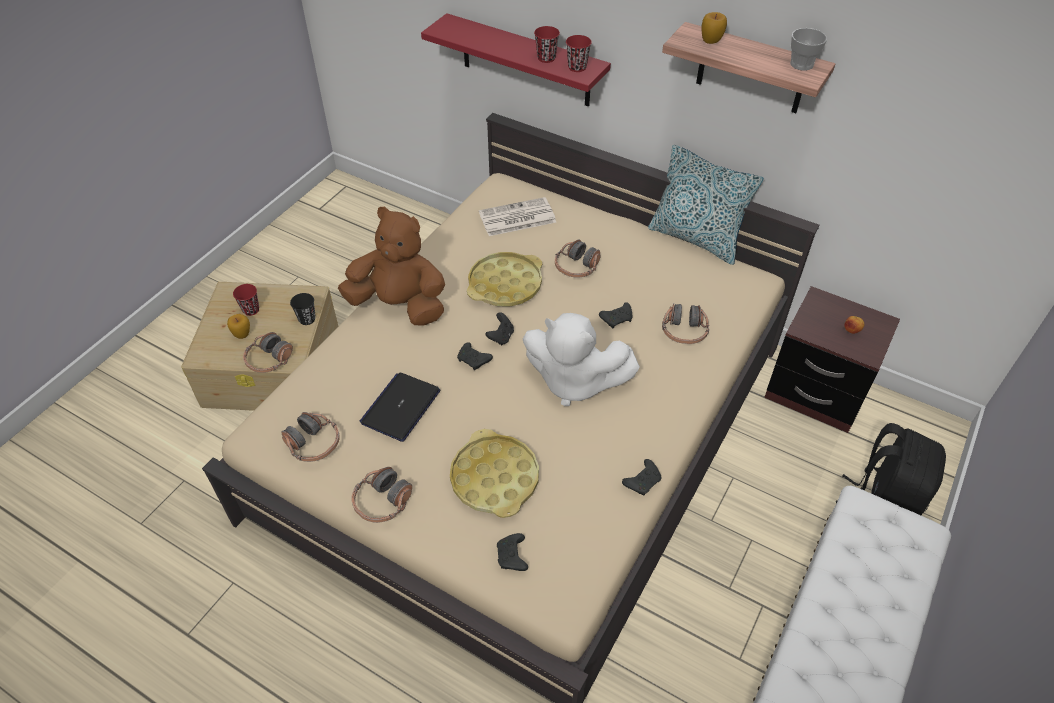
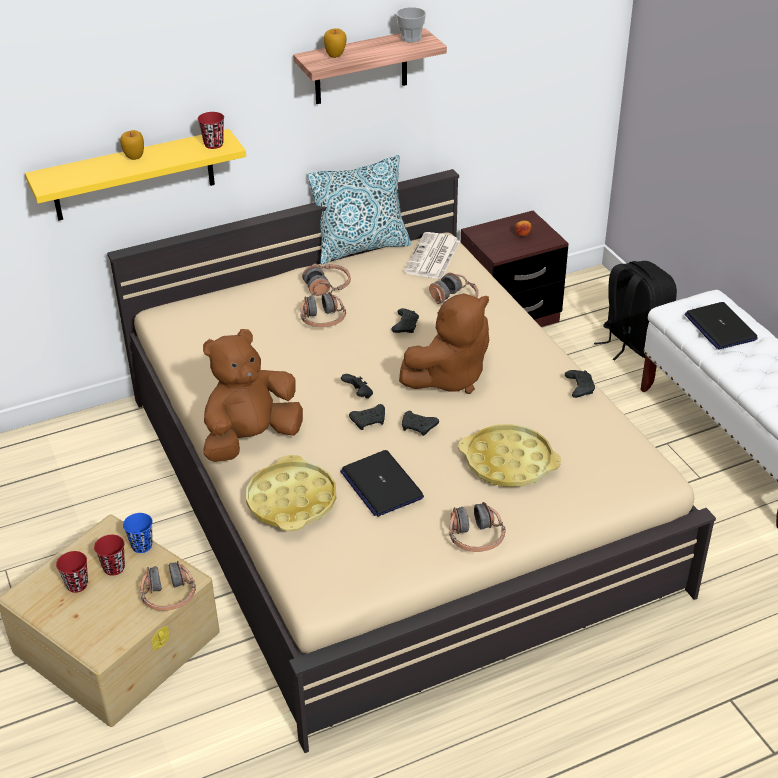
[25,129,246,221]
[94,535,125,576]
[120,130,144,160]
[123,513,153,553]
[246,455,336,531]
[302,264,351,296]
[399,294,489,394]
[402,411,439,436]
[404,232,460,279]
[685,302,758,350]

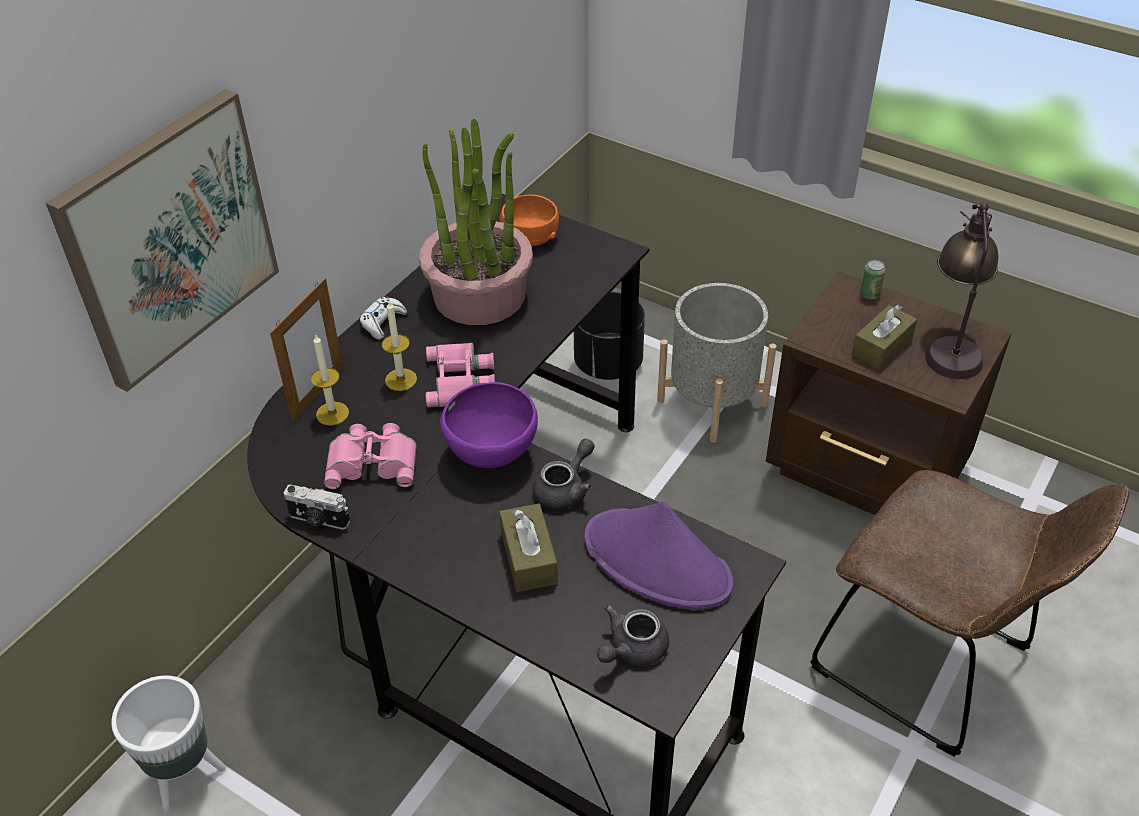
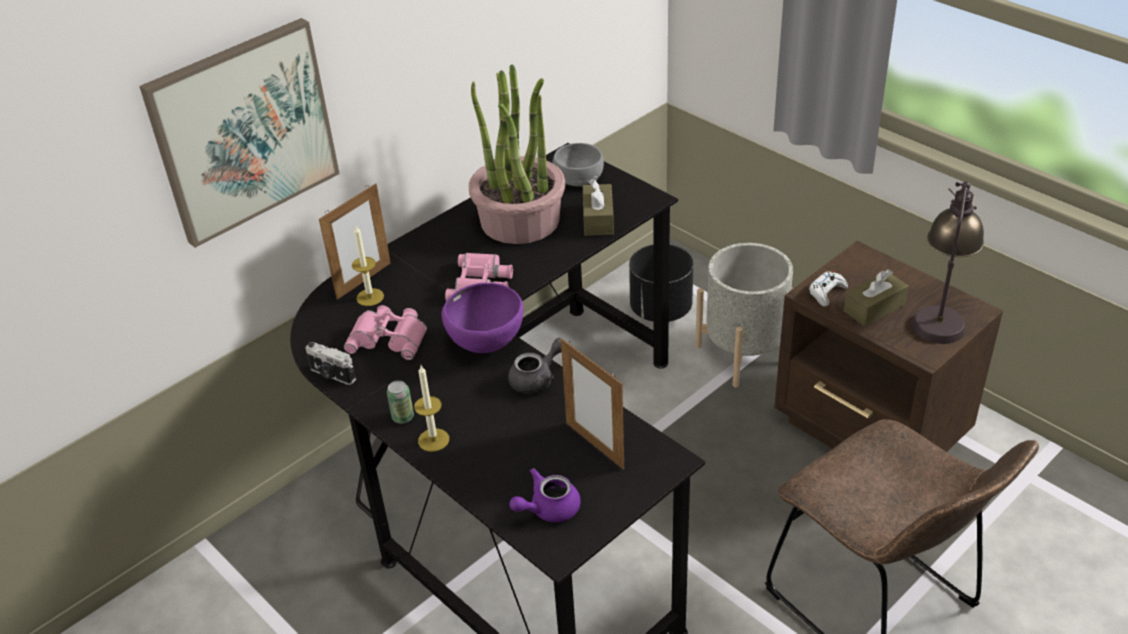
[387,380,414,423]
[414,366,449,452]
[510,468,581,522]
[553,143,604,187]
[561,338,624,469]
[583,179,614,236]
[808,271,848,307]
[111,675,226,812] (first image)

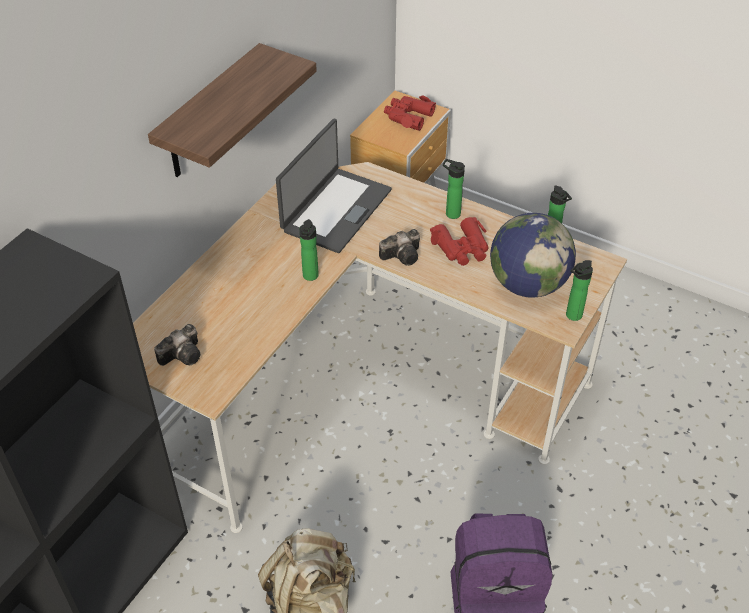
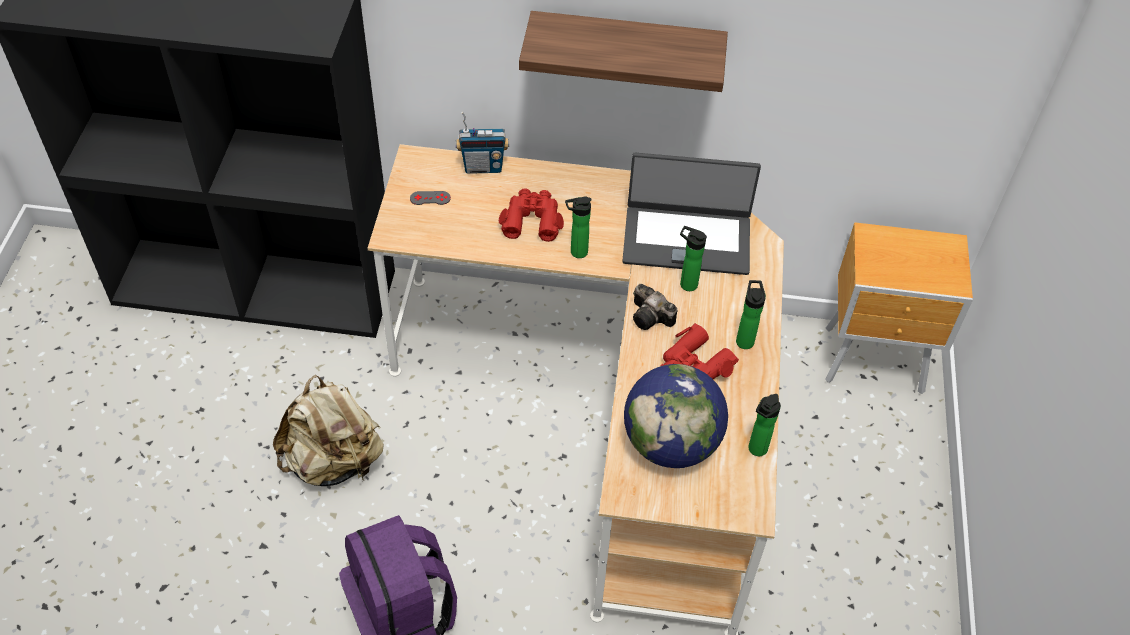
[410,191,451,205]
[456,112,509,174]
[499,188,564,242]
[680,226,707,291]

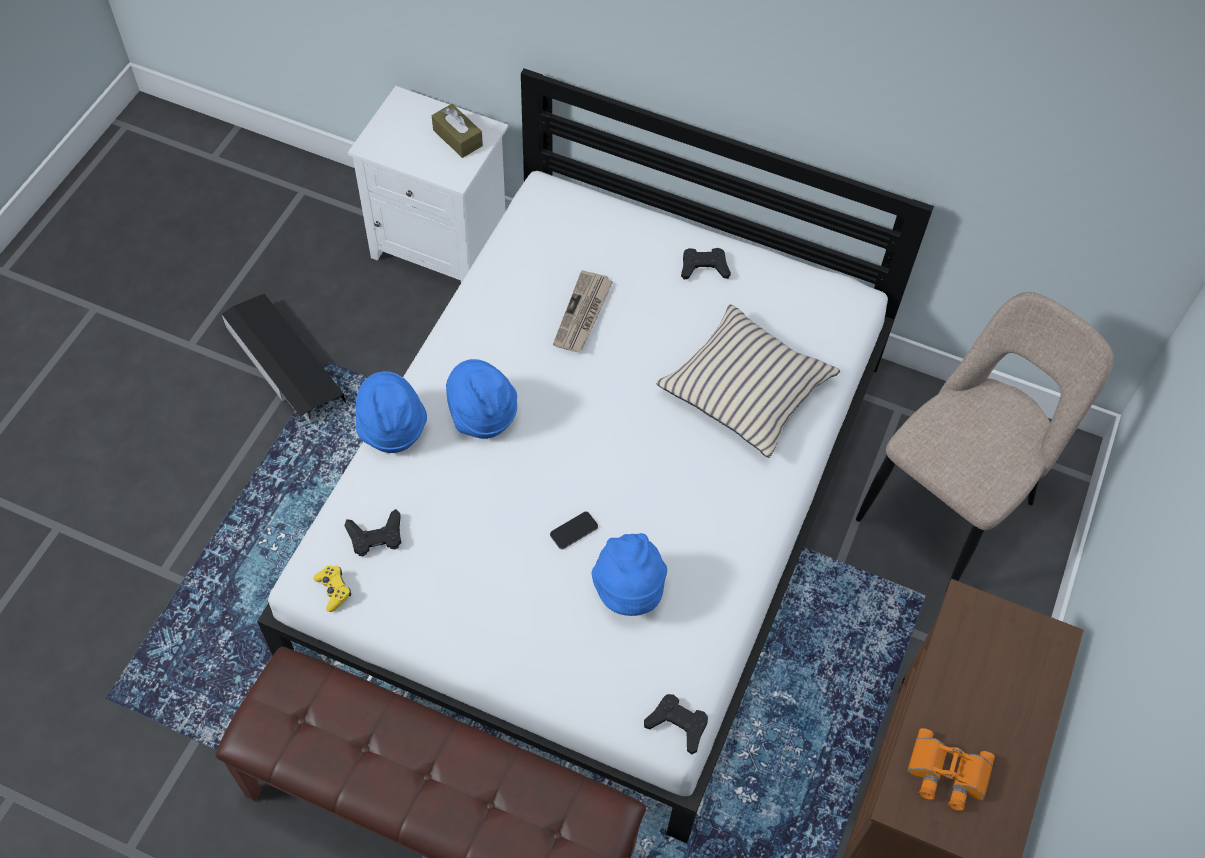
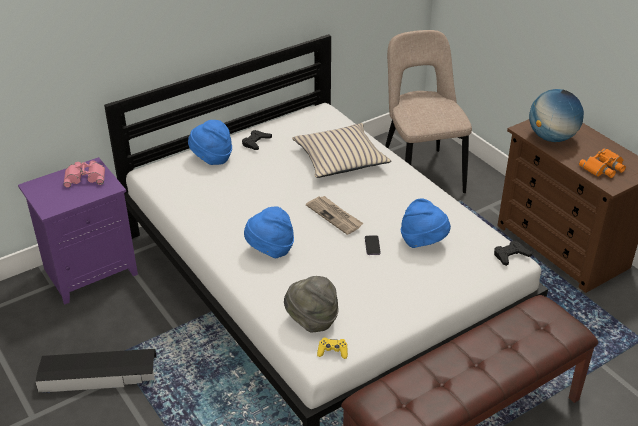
[18,157,138,305]
[64,161,105,188]
[188,120,232,165]
[284,276,338,332]
[306,196,363,235]
[529,89,584,142]

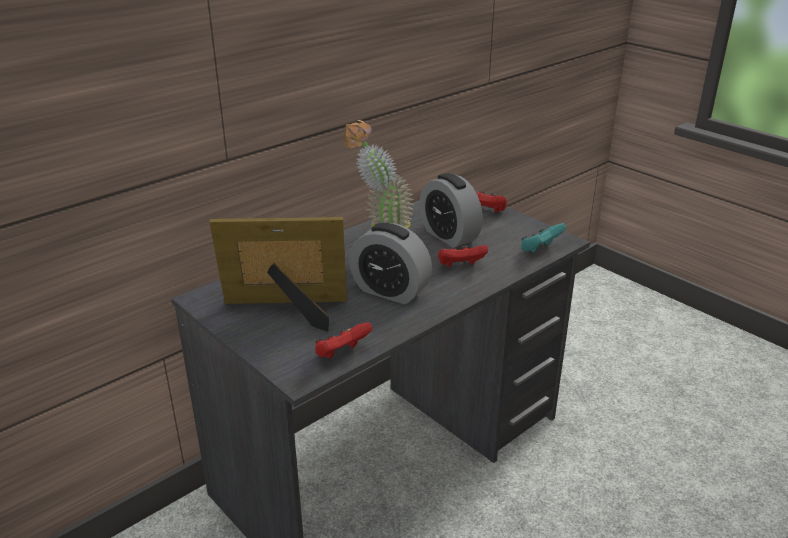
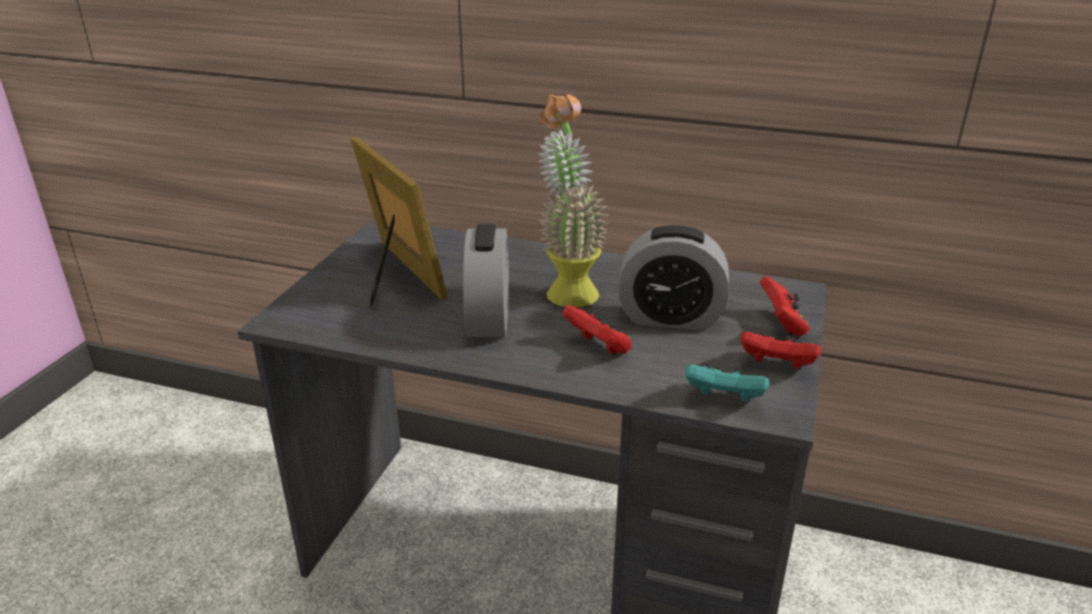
[618,225,729,331]
[741,331,821,369]

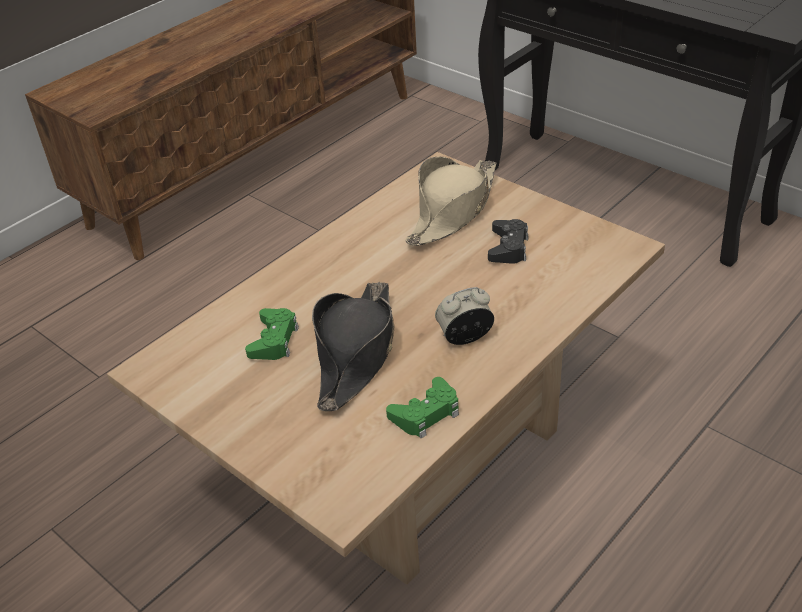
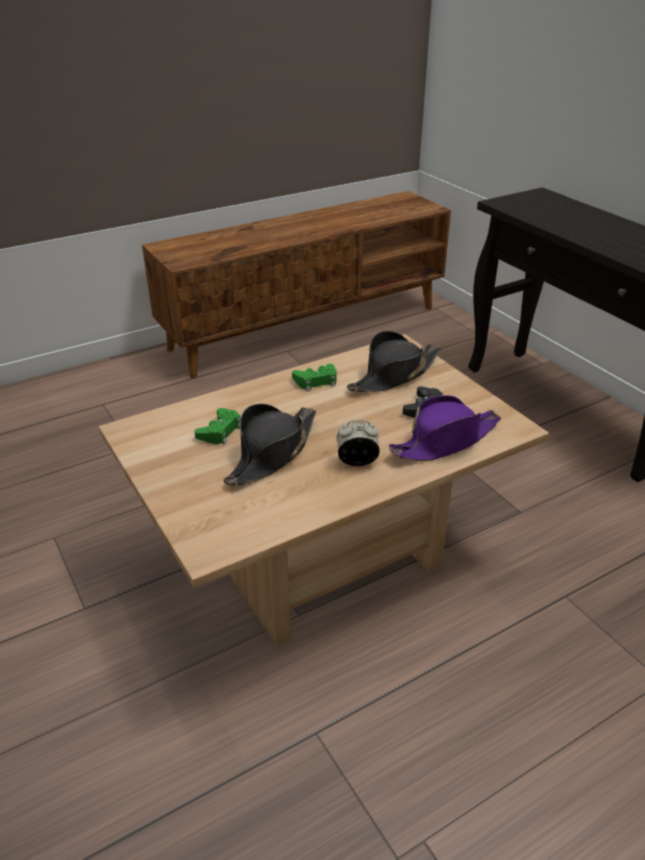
[292,364,337,391]
[347,331,441,392]
[389,395,501,461]

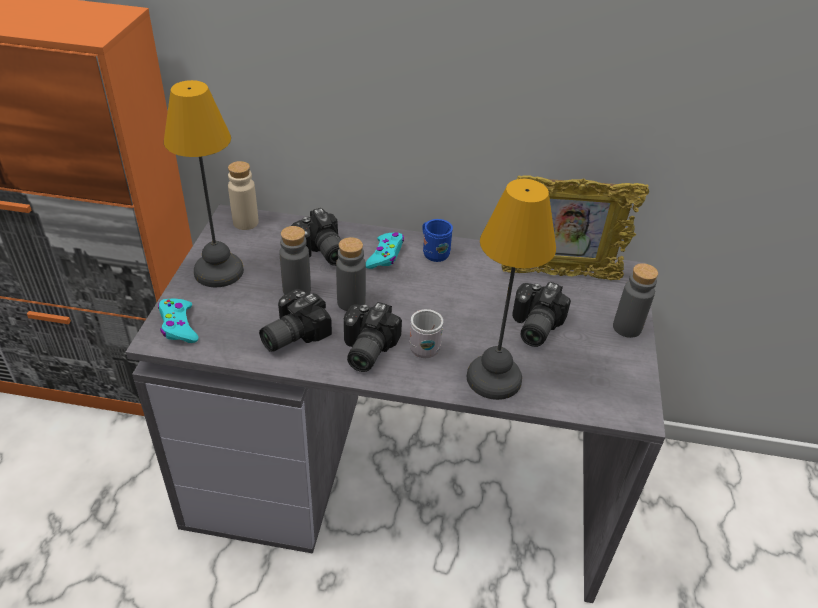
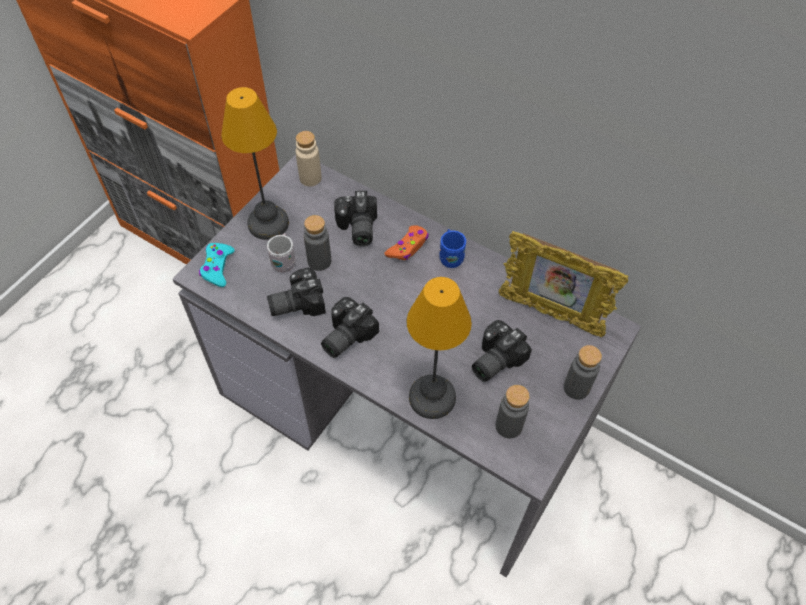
[267,233,295,272]
[385,225,429,260]
[496,385,530,438]

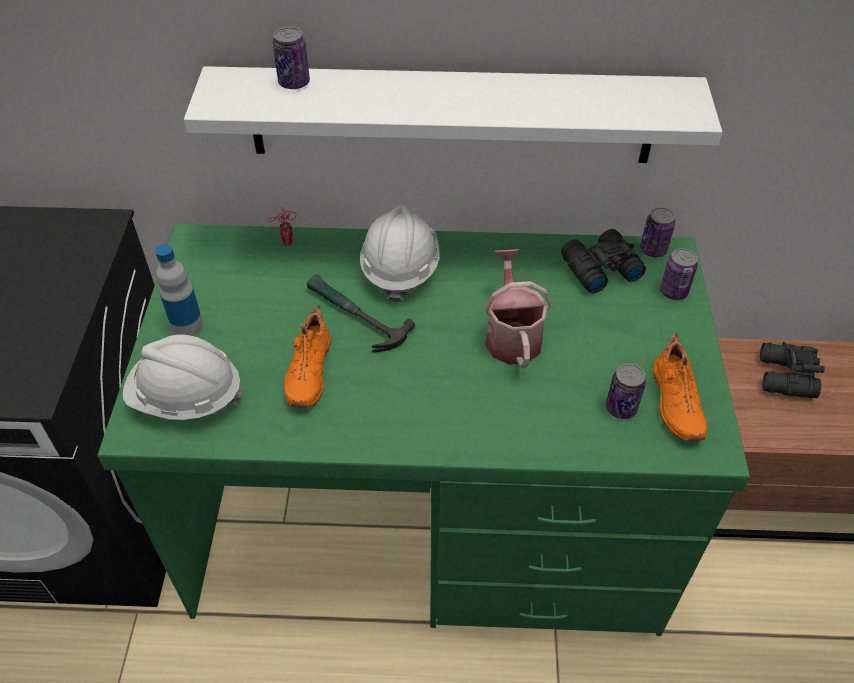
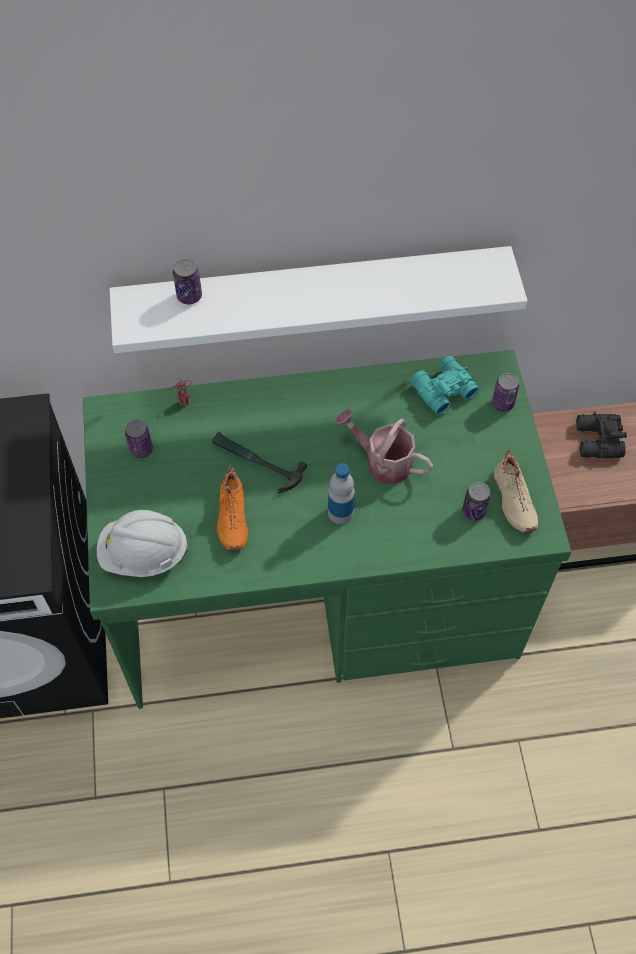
[125,420,153,458]
[328,463,355,524]
[335,409,433,485]
[410,356,479,415]
[494,449,538,533]
[360,205,440,303] (first image)

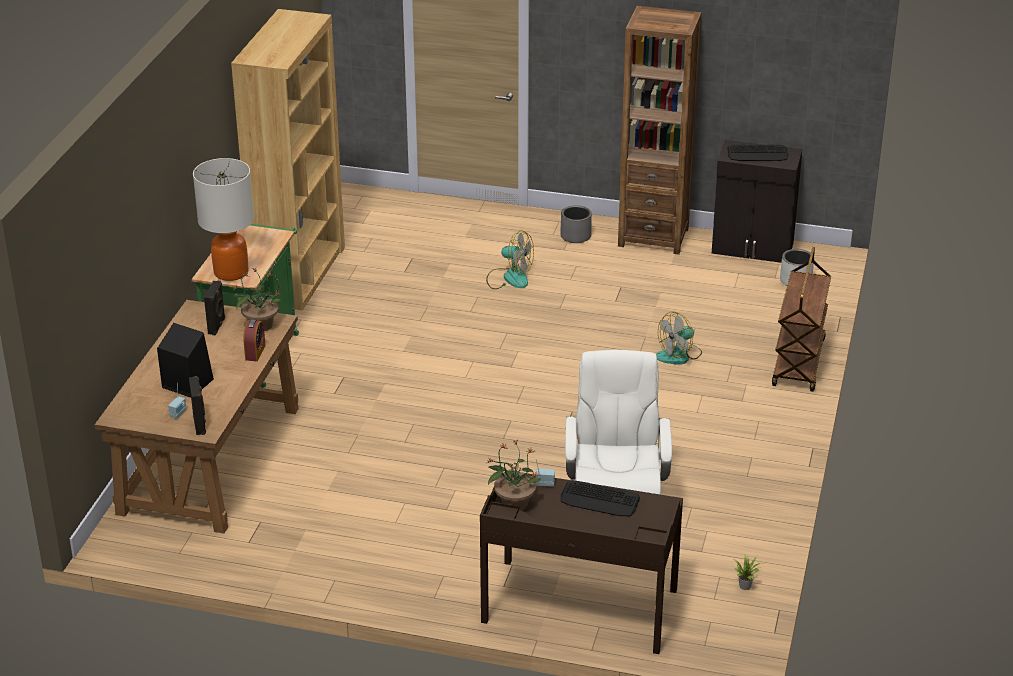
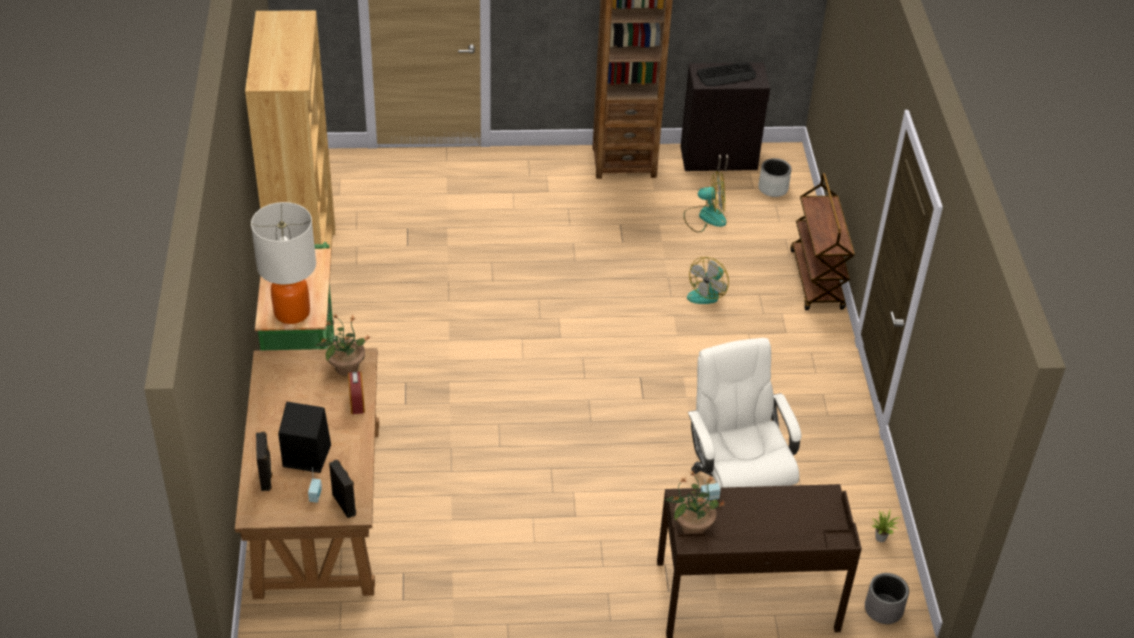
[256,432,272,491]
[684,171,727,233]
[865,573,909,624]
[561,480,640,516] (first image)

